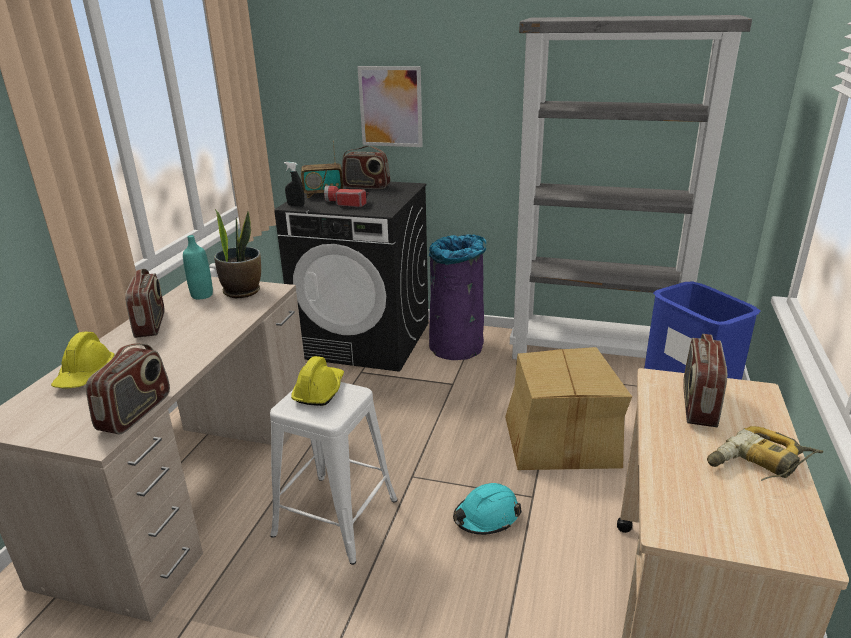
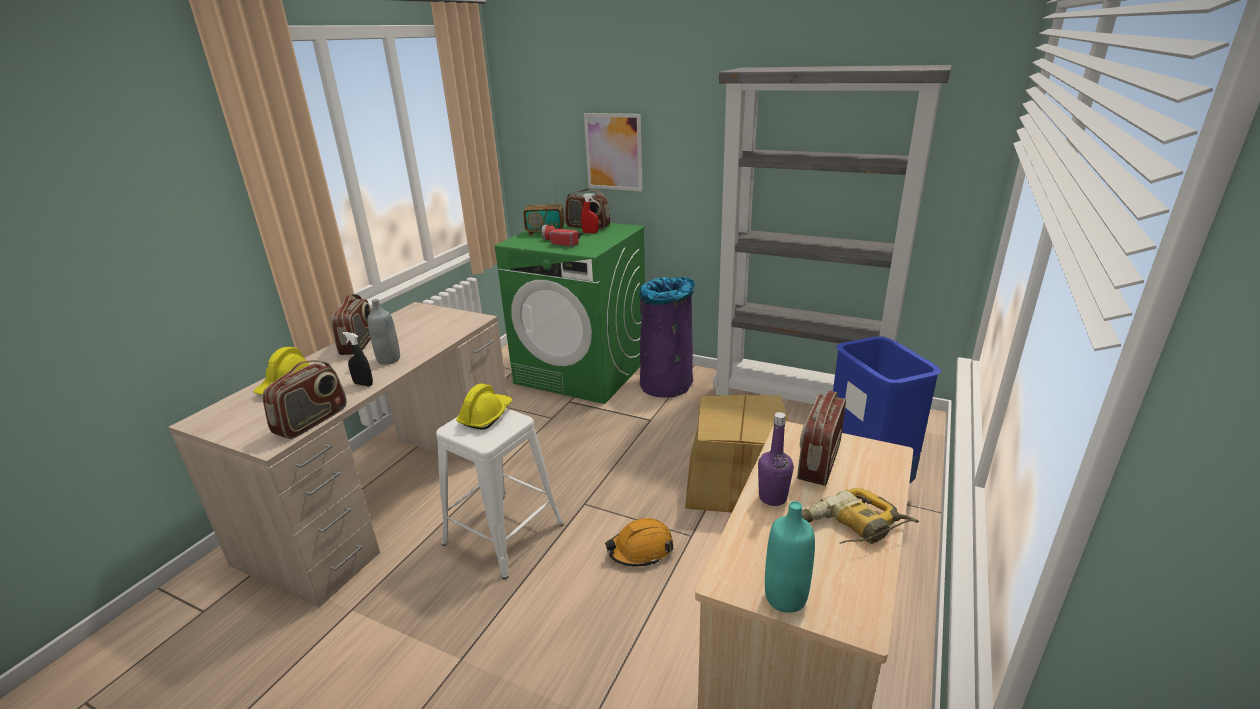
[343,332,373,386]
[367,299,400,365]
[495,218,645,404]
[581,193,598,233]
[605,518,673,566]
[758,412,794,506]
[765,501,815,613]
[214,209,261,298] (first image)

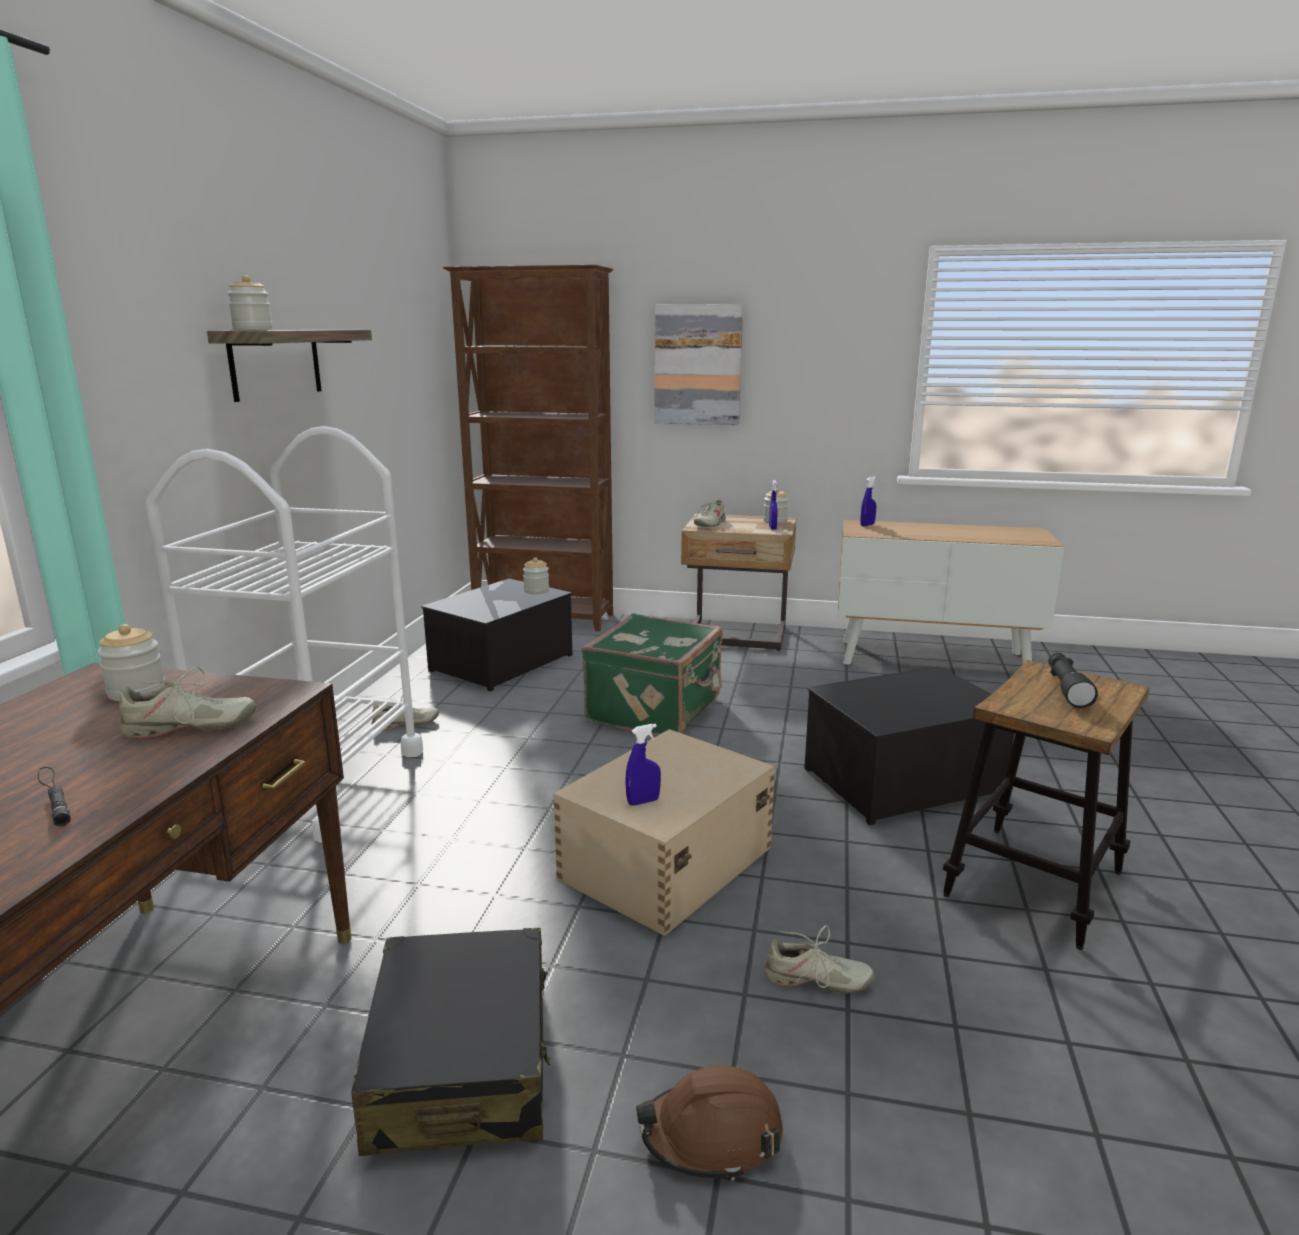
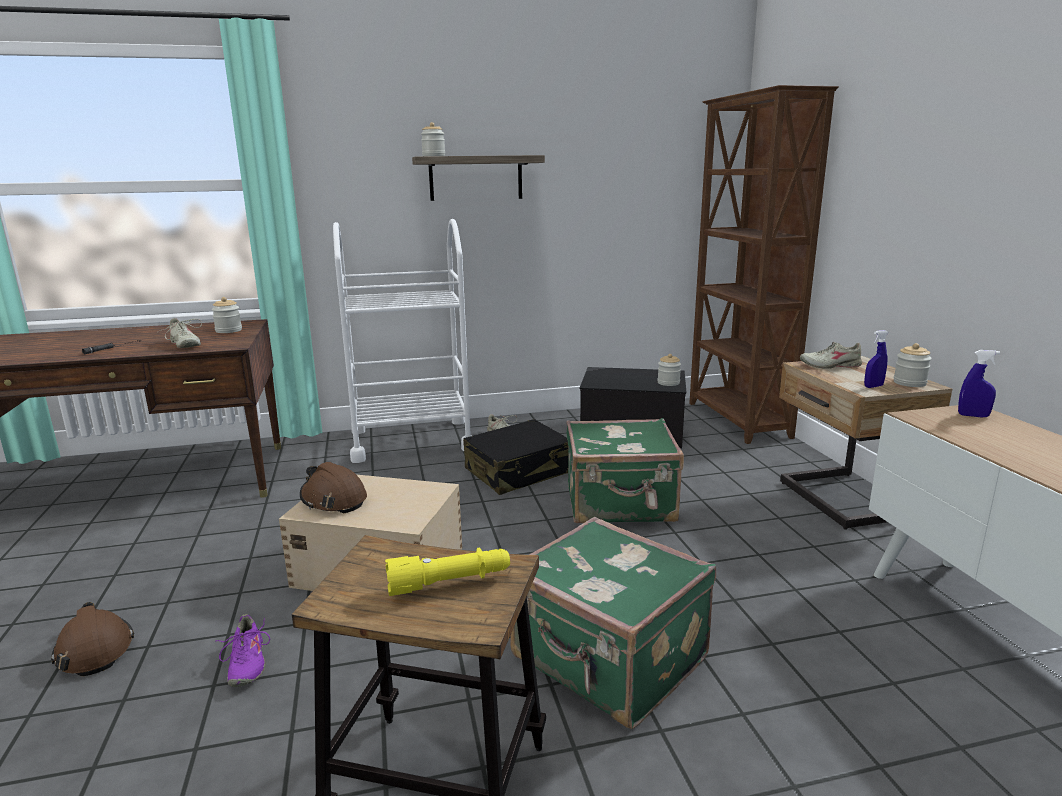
[216,614,270,687]
[300,462,367,513]
[385,547,510,596]
[463,419,568,495]
[510,517,716,729]
[655,304,743,425] (first image)

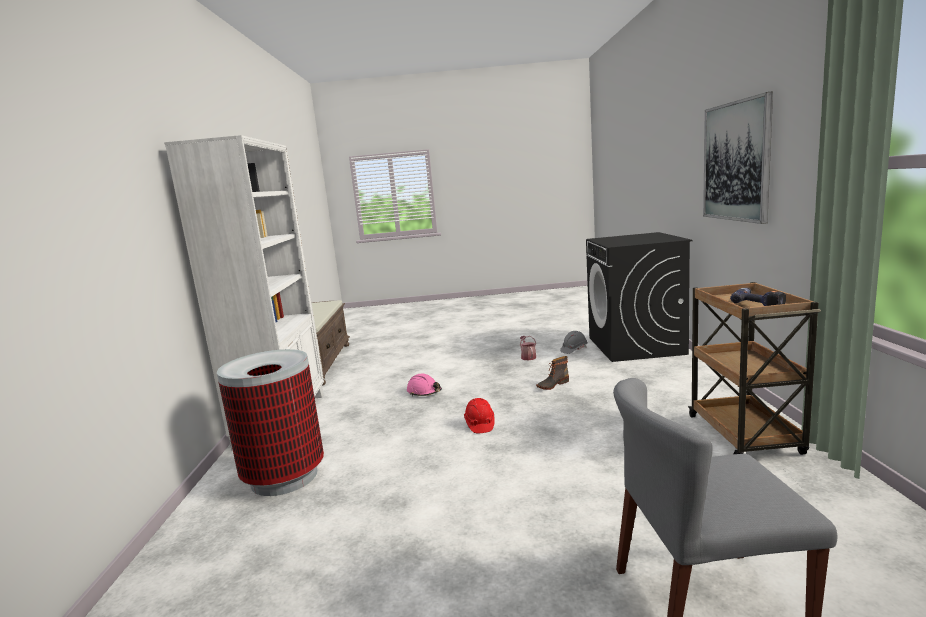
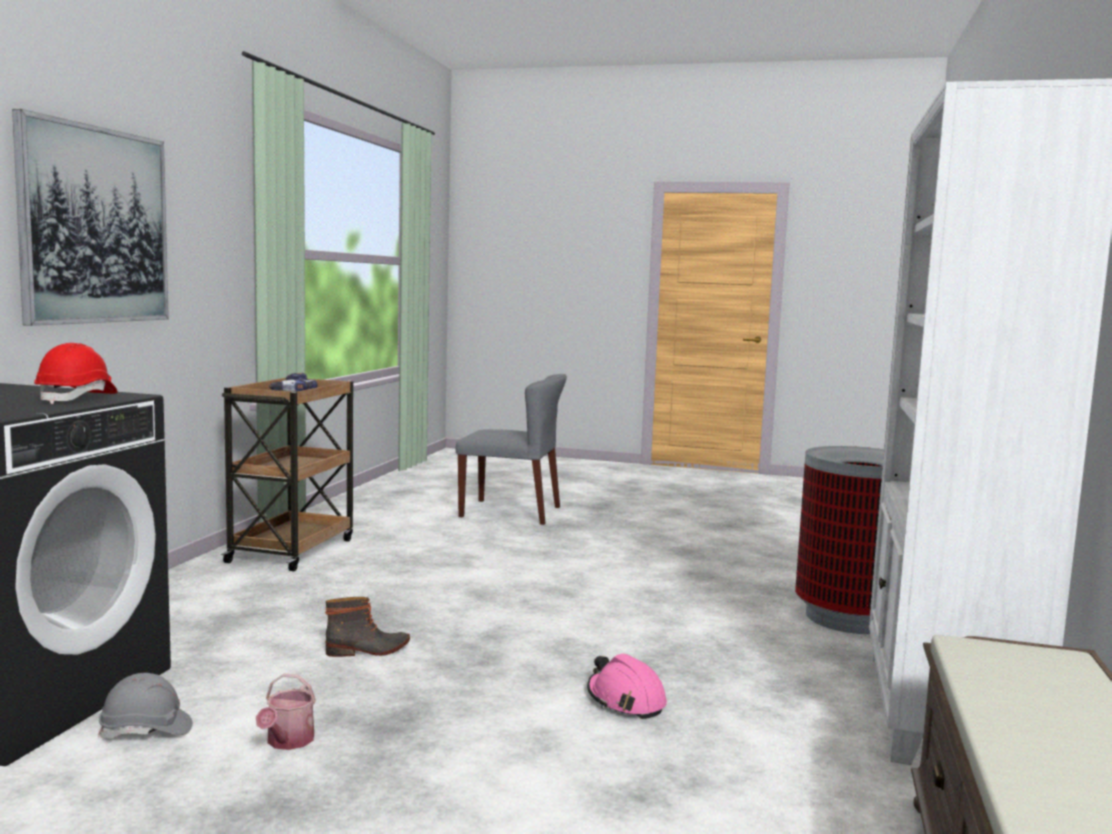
[34,343,118,404]

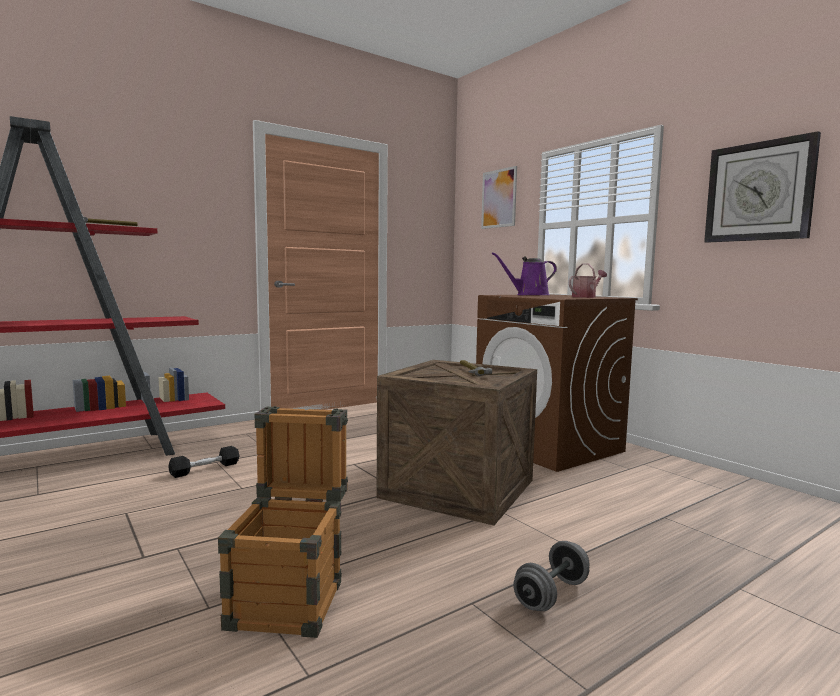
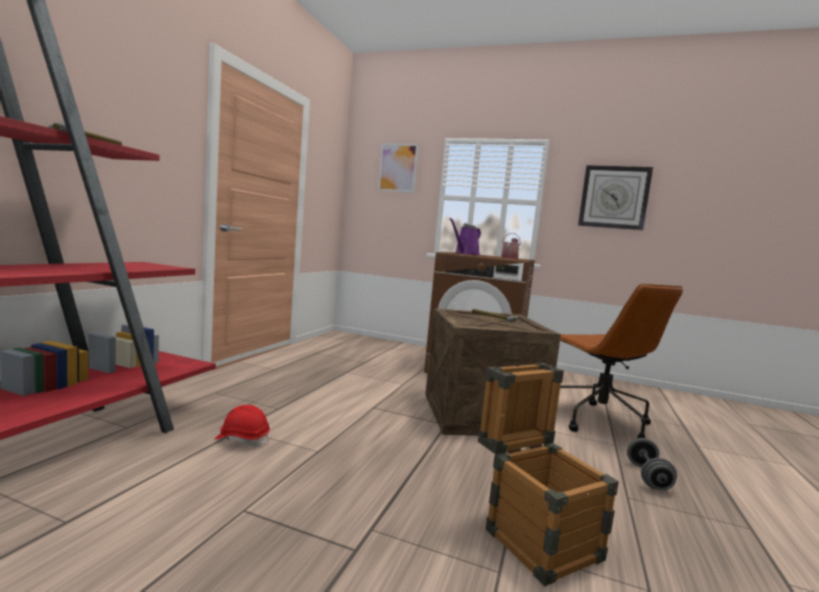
[215,405,270,447]
[560,284,683,439]

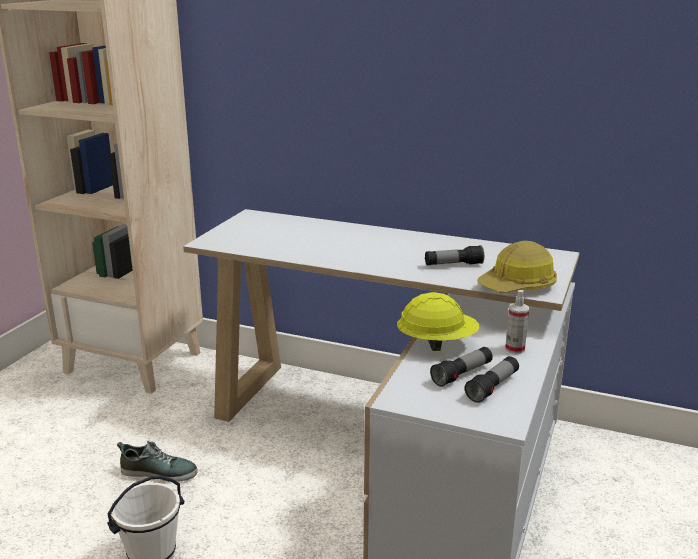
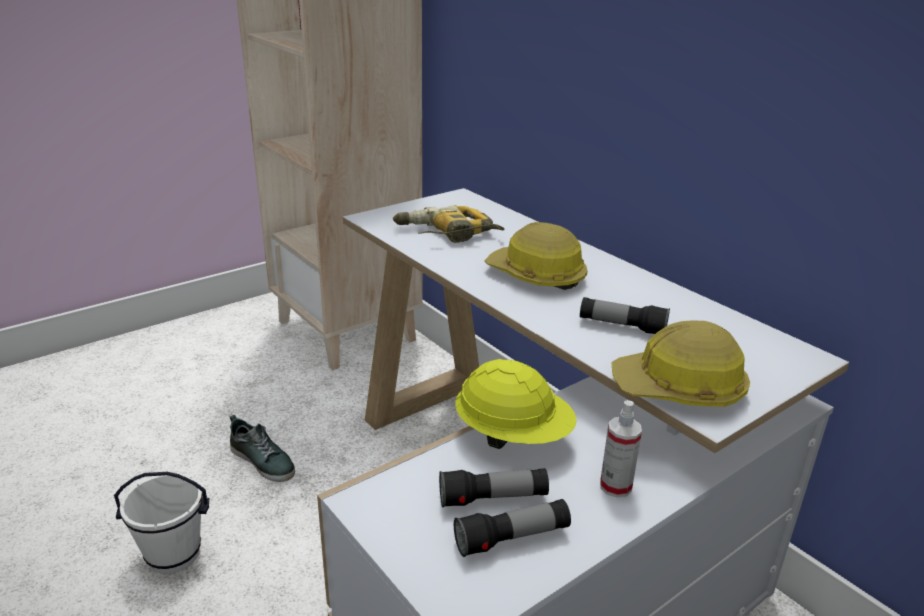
[393,205,504,243]
[485,222,587,290]

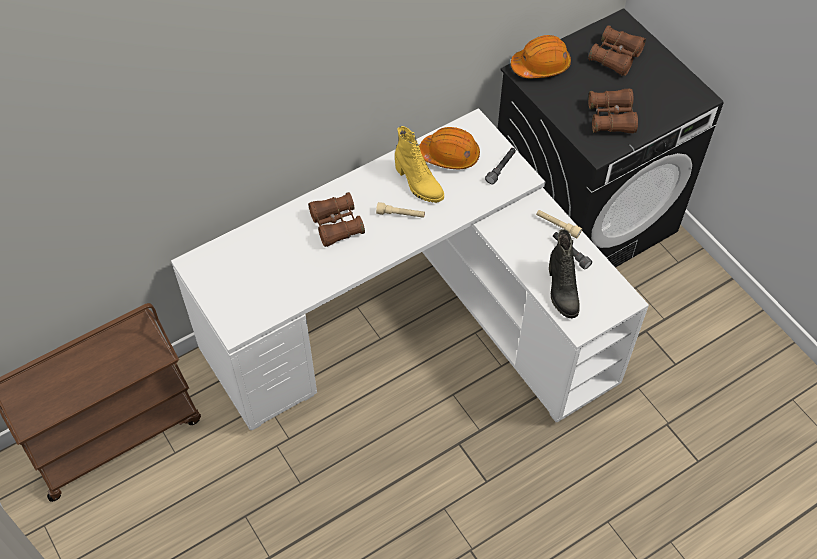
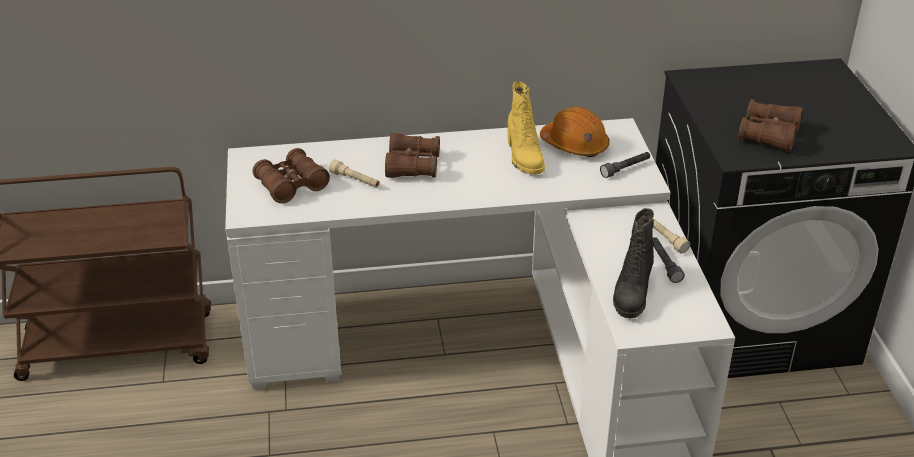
[252,148,330,204]
[329,160,380,187]
[511,35,571,78] (first image)

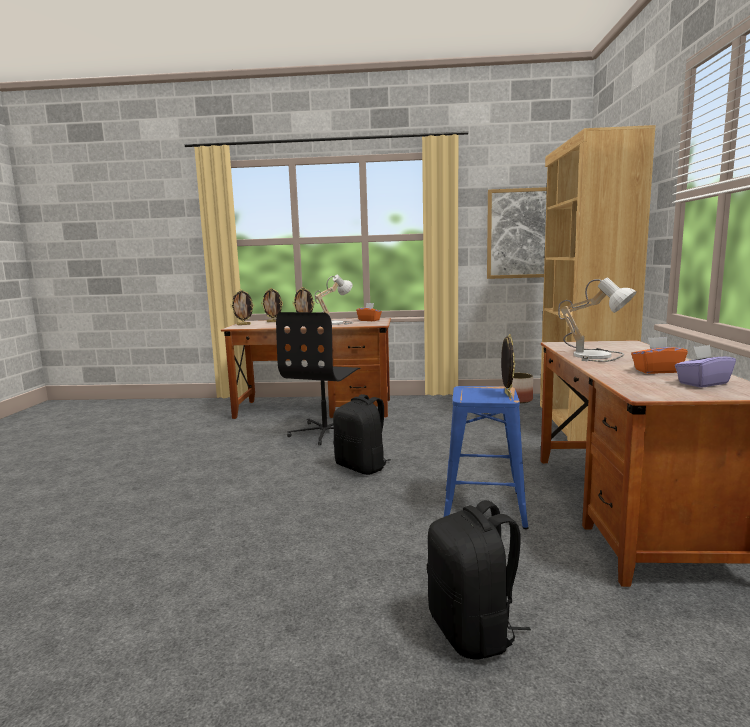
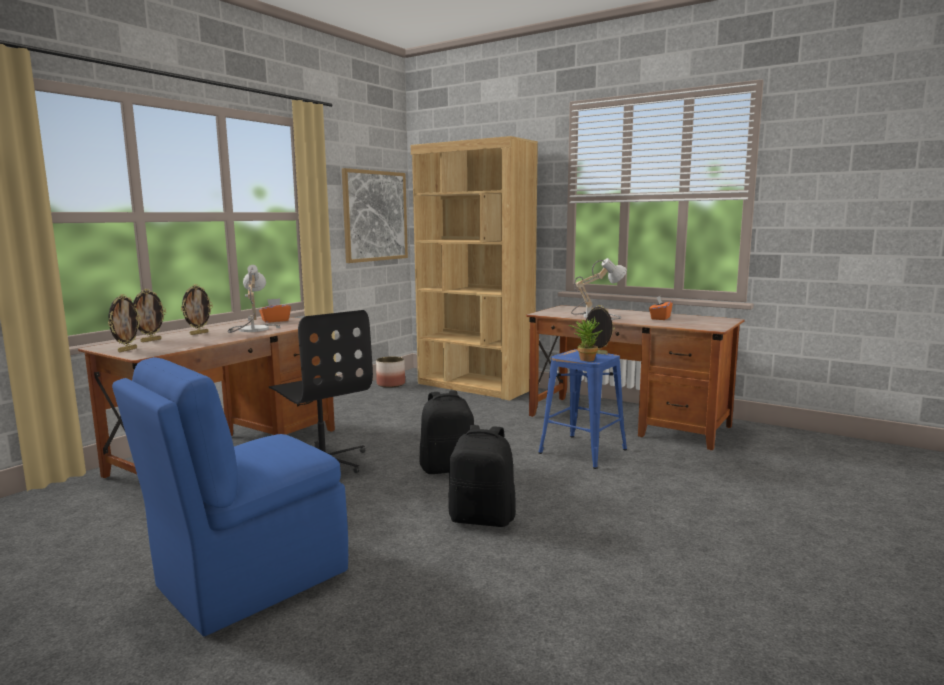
[112,357,348,636]
[448,425,516,527]
[569,318,603,361]
[675,345,736,388] (first image)

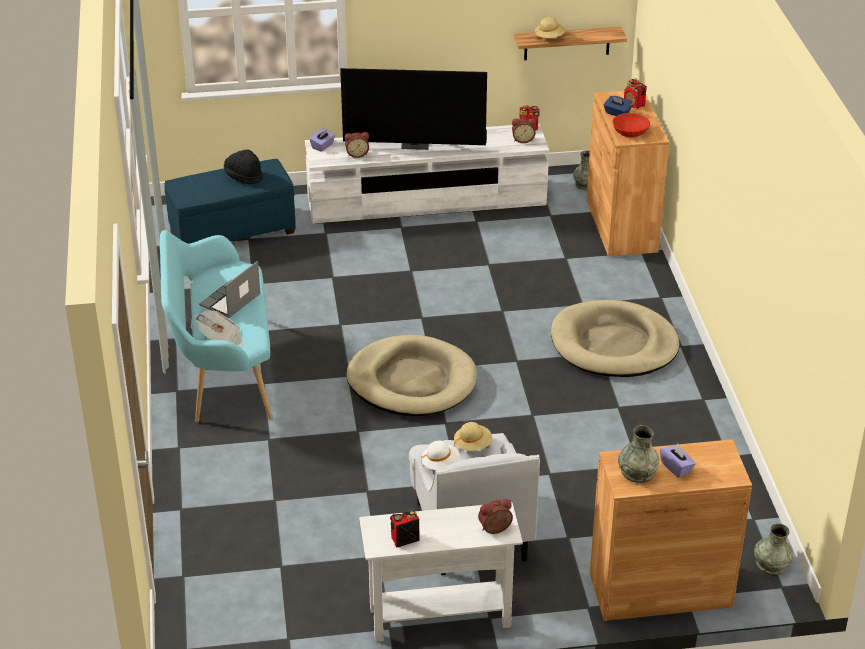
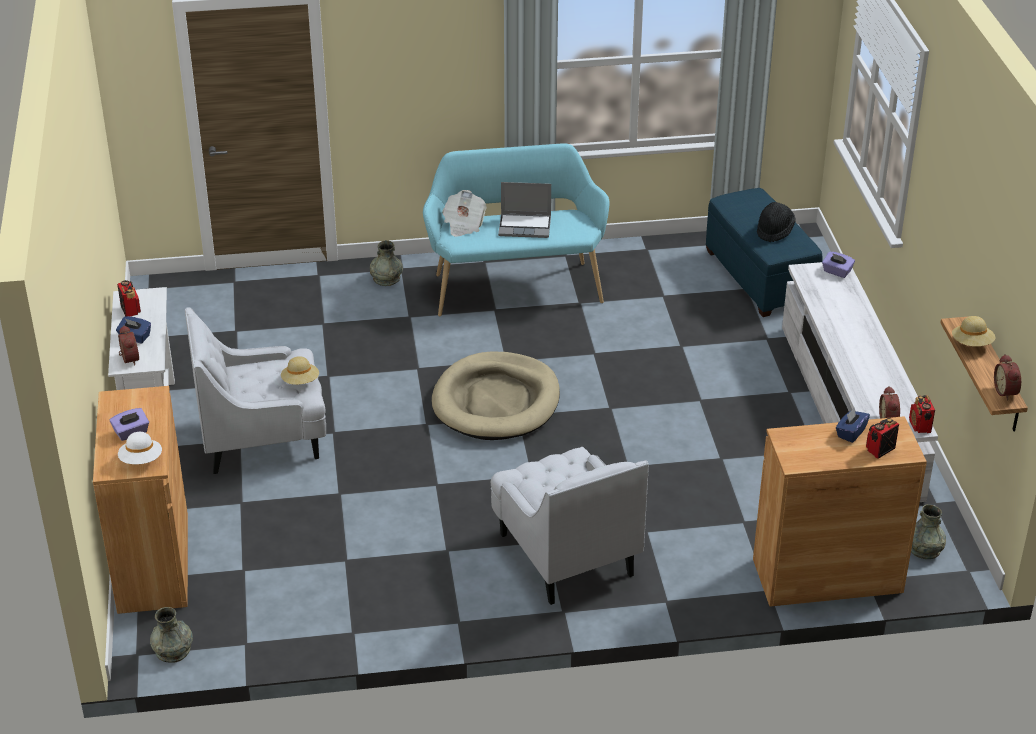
[116,316,151,343]
[118,432,162,464]
[370,240,403,286]
[491,447,649,605]
[498,182,551,238]
[994,354,1021,400]
[340,68,487,150] (first image)
[612,113,650,138] (first image)

